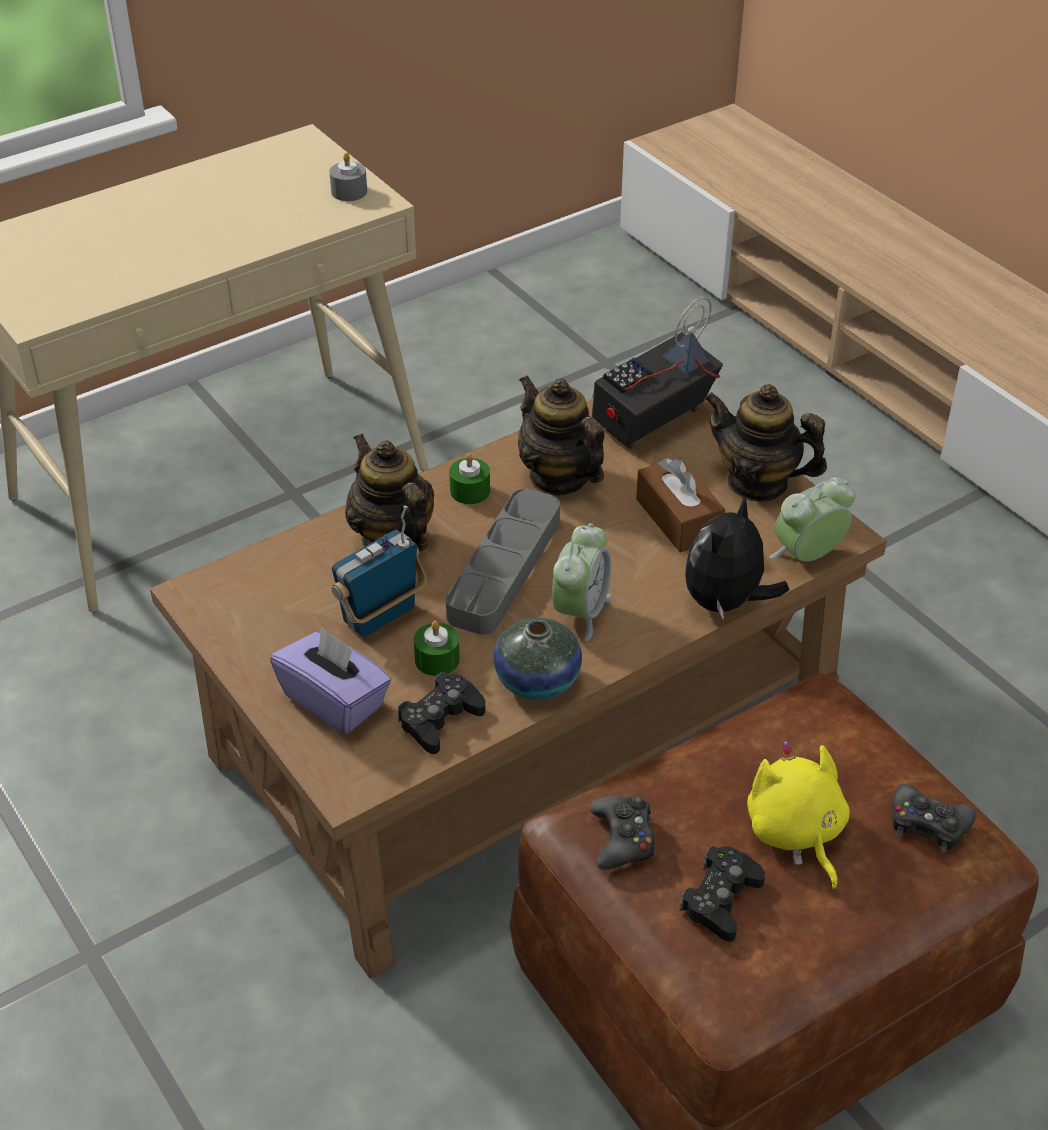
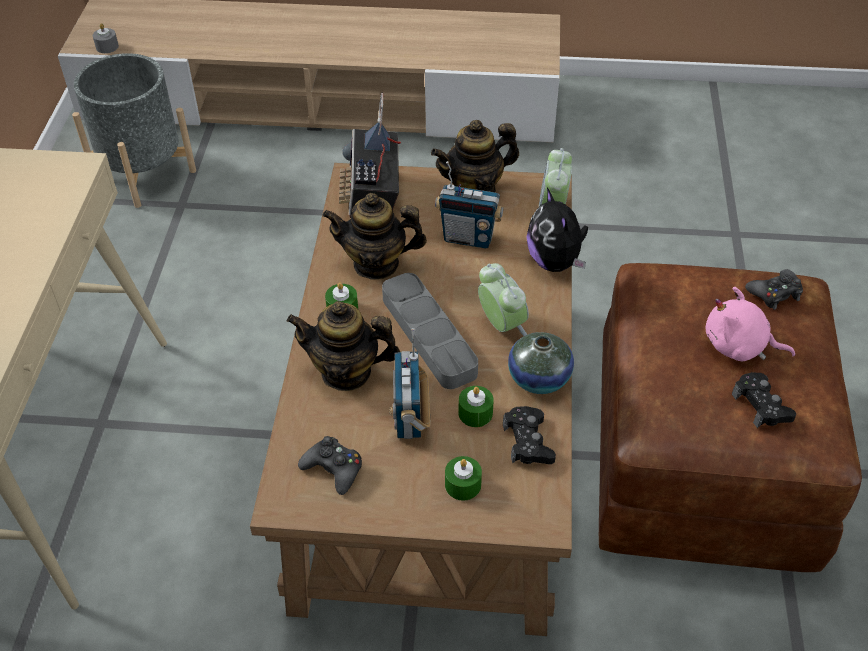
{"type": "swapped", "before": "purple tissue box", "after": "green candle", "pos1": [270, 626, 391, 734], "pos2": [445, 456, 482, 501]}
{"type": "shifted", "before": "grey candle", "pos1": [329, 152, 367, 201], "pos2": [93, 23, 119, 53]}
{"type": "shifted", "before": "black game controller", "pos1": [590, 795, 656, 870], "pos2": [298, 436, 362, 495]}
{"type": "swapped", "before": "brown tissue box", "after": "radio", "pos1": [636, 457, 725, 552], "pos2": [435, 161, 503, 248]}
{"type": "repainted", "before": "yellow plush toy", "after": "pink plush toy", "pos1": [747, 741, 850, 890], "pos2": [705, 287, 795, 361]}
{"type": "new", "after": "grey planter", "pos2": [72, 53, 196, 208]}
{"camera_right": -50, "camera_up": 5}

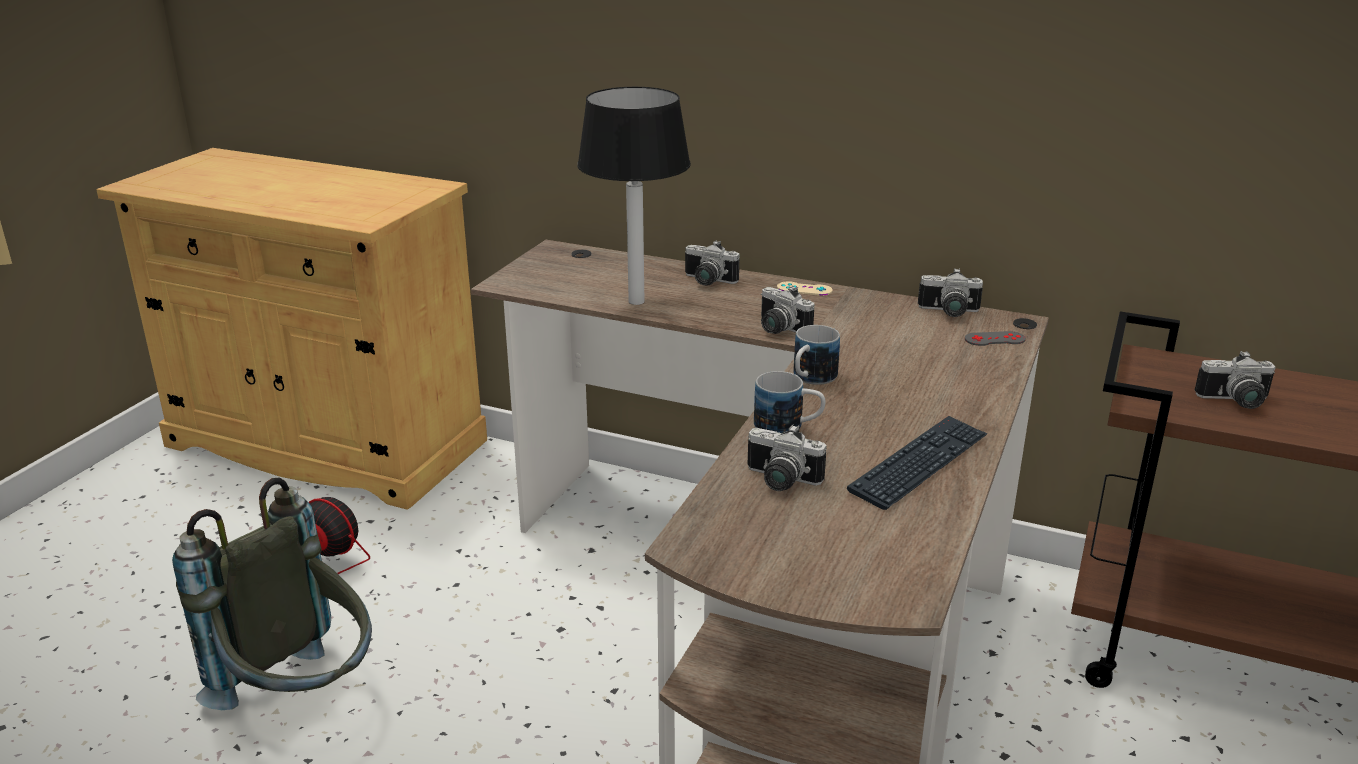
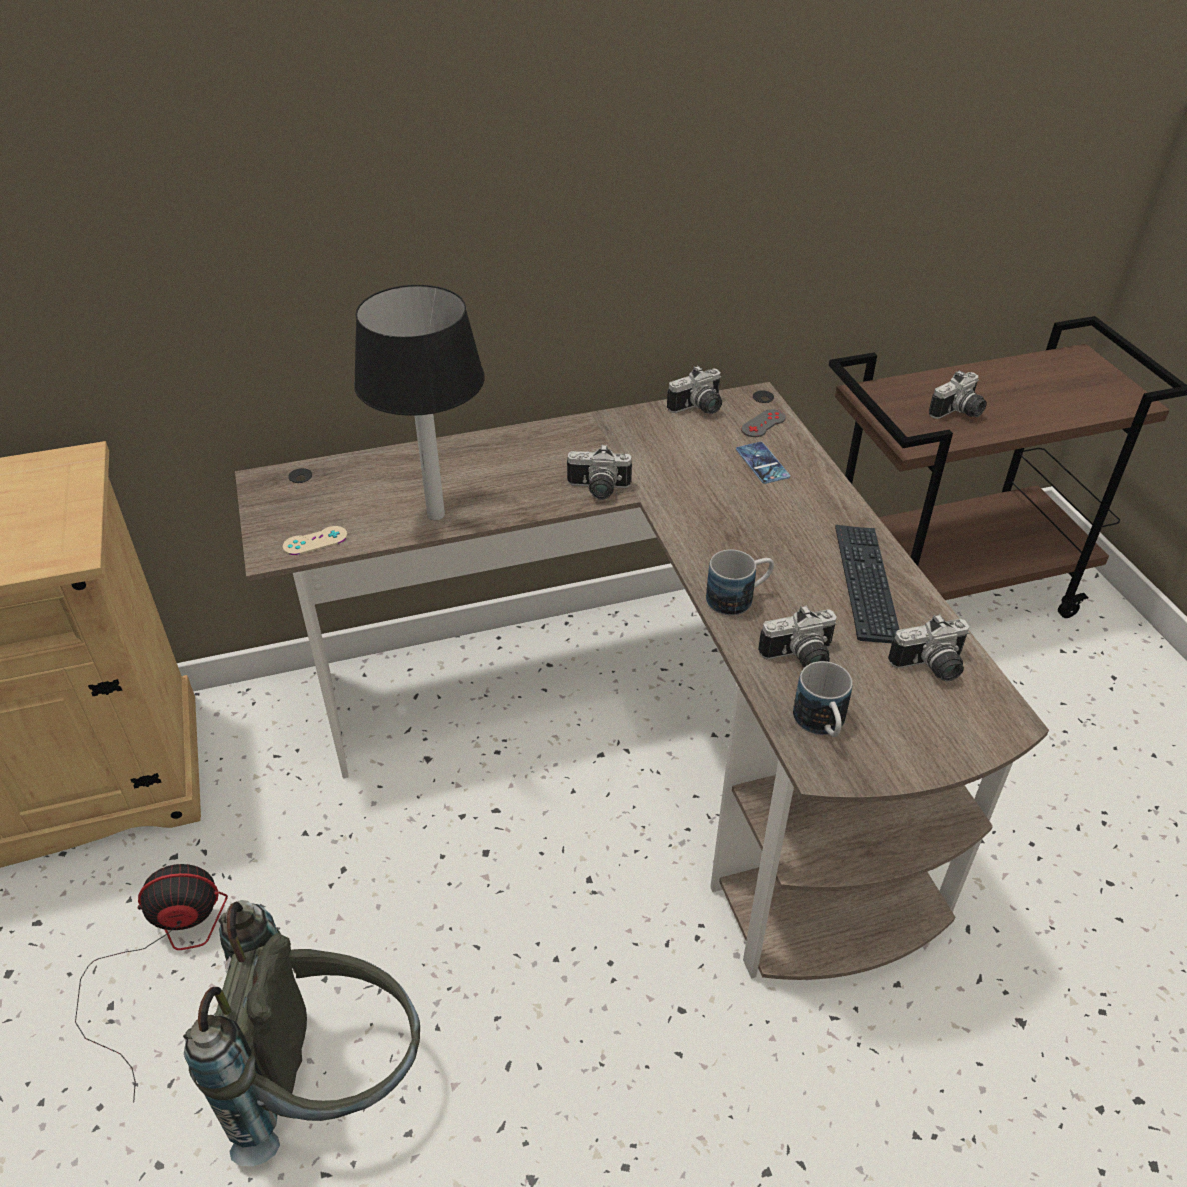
{"type": "shifted", "before": "photo camera", "pos1": [685, 240, 740, 285], "pos2": [888, 614, 970, 681]}
{"type": "shifted", "before": "beige game controller", "pos1": [777, 281, 833, 296], "pos2": [283, 526, 347, 555]}
{"type": "shifted", "before": "mug", "pos1": [794, 325, 840, 385], "pos2": [793, 661, 852, 737]}
{"type": "new", "after": "phone", "pos2": [736, 442, 790, 484]}
{"camera_right": -40, "camera_up": 15}

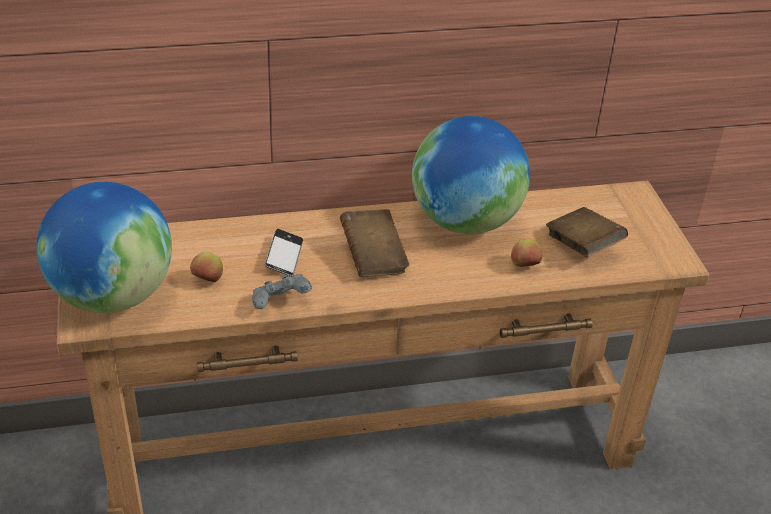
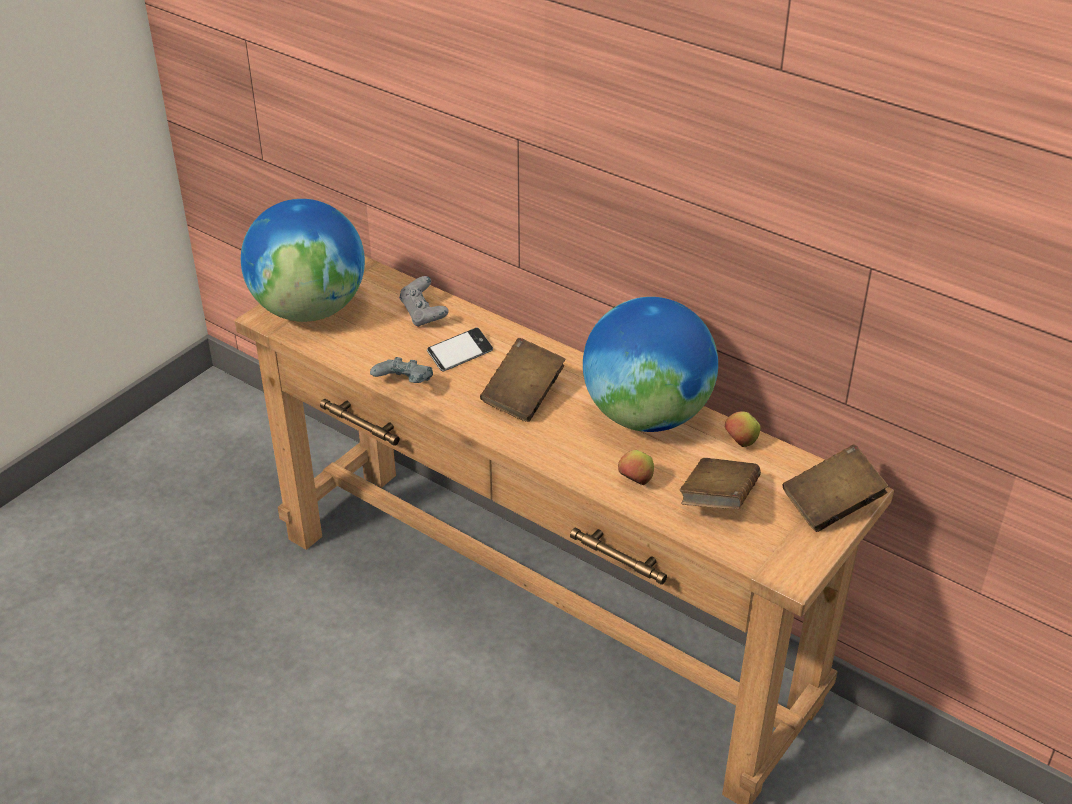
{"type": "shifted", "before": "apple", "pos1": [190, 252, 223, 282], "pos2": [725, 412, 761, 447]}
{"type": "new", "after": "grey game controller", "pos2": [399, 276, 449, 327]}
{"type": "new", "after": "brown book", "pos2": [782, 444, 888, 532]}
{"camera_right": 50, "camera_up": 0}

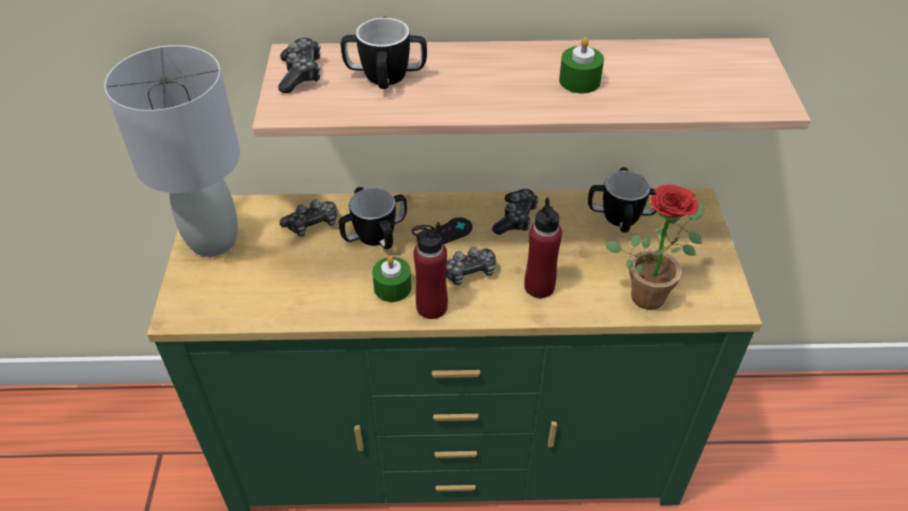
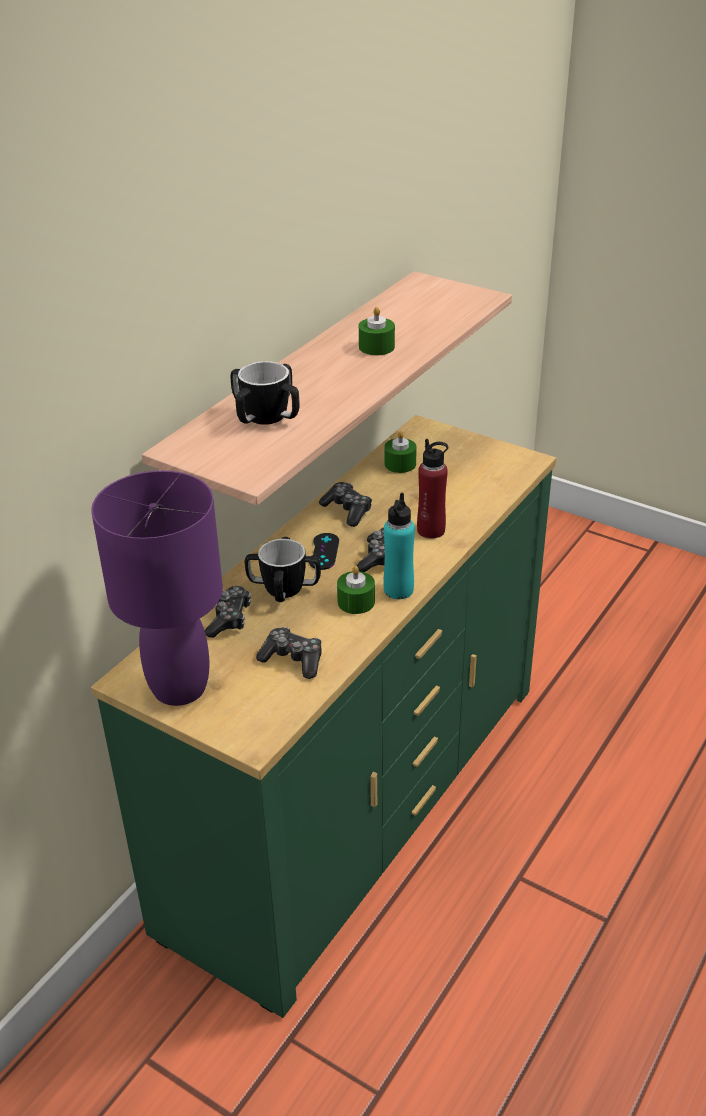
{"type": "repainted", "before": "grey table lamp", "after": "purple table lamp", "pos1": [104, 45, 240, 257], "pos2": [91, 470, 223, 706]}
{"type": "shifted", "before": "game controller", "pos1": [278, 38, 321, 93], "pos2": [256, 627, 322, 679]}
{"type": "repainted", "before": "red bottle", "after": "turquoise bottle", "pos1": [411, 222, 448, 319], "pos2": [383, 493, 415, 599]}
{"type": "swapped", "before": "mug", "after": "green candle", "pos1": [588, 167, 657, 233], "pos2": [384, 431, 417, 473]}
{"type": "gone", "before": "potted plant", "pos1": [605, 185, 704, 310]}
{"camera_right": -55, "camera_up": -10}

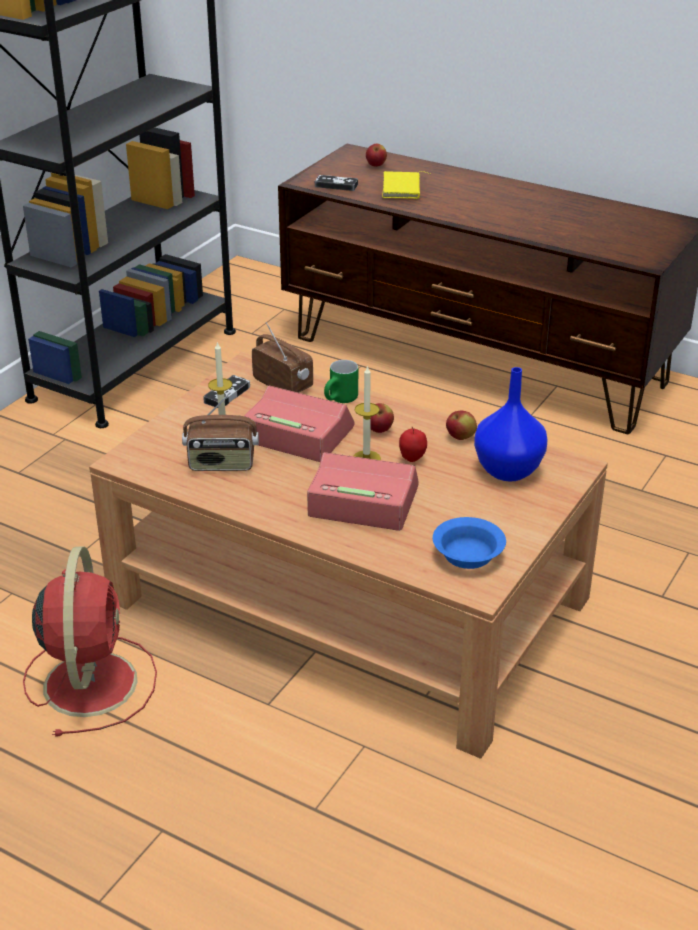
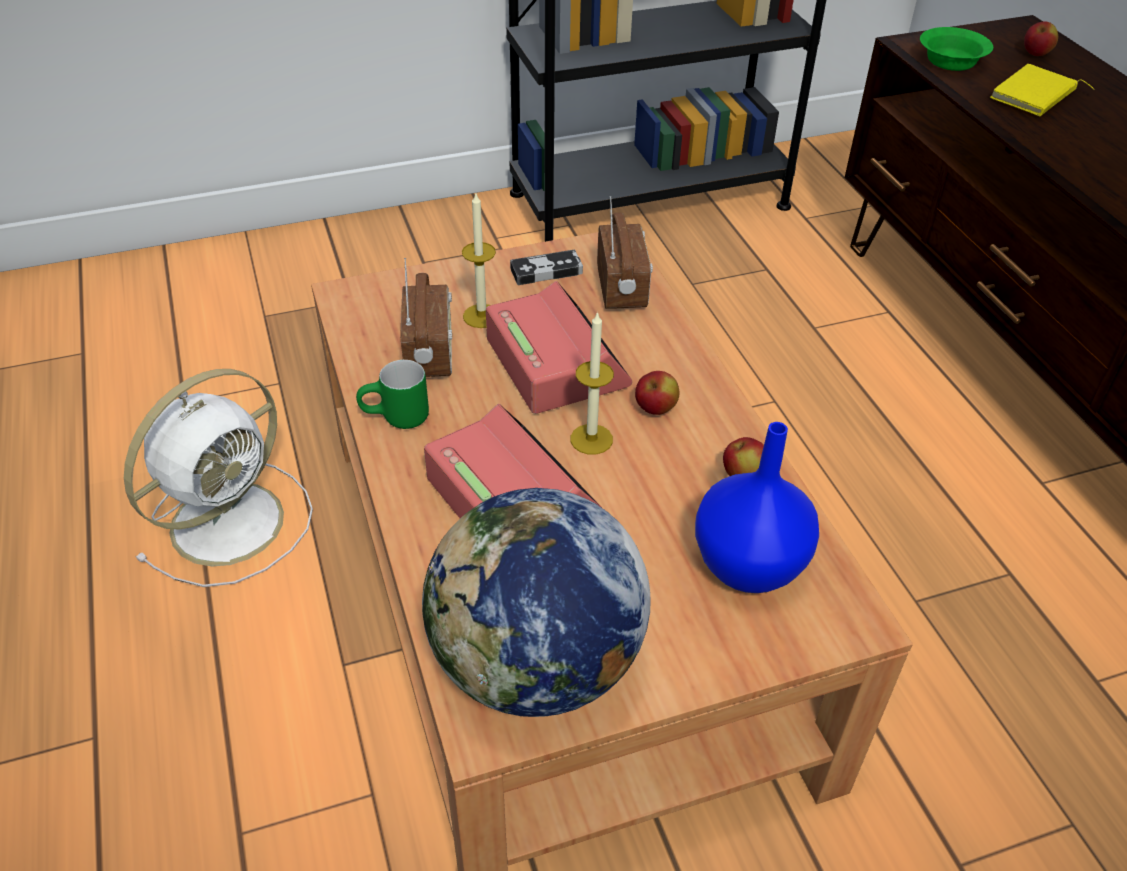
{"type": "repainted", "before": "red fan", "after": "white fan", "pos1": [23, 546, 157, 736], "pos2": [124, 369, 313, 587]}
{"type": "rotated", "before": "radio", "pos1": [182, 392, 259, 471], "pos2": [401, 258, 452, 377], "turn": -135}
{"type": "swapped", "before": "game controller", "after": "green bowl", "pos1": [315, 175, 358, 191], "pos2": [920, 27, 993, 71]}
{"type": "shifted", "before": "green mug", "pos1": [324, 360, 358, 403], "pos2": [356, 360, 429, 429]}
{"type": "gone", "before": "apple", "pos1": [399, 427, 427, 462]}
{"type": "swapped", "before": "blue bowl", "after": "globe", "pos1": [433, 517, 506, 569], "pos2": [422, 488, 650, 717]}
{"camera_right": 40, "camera_up": 10}

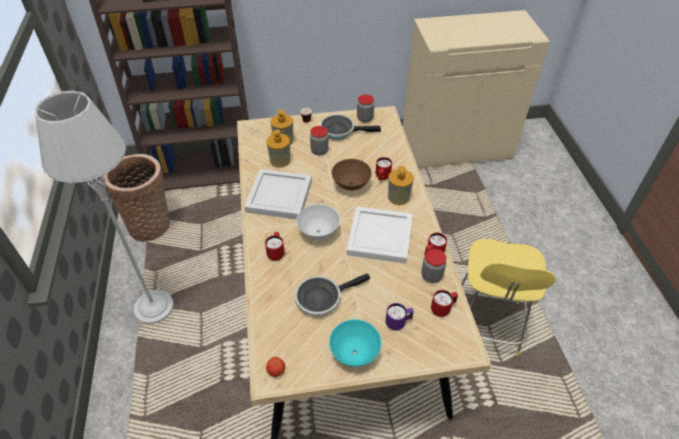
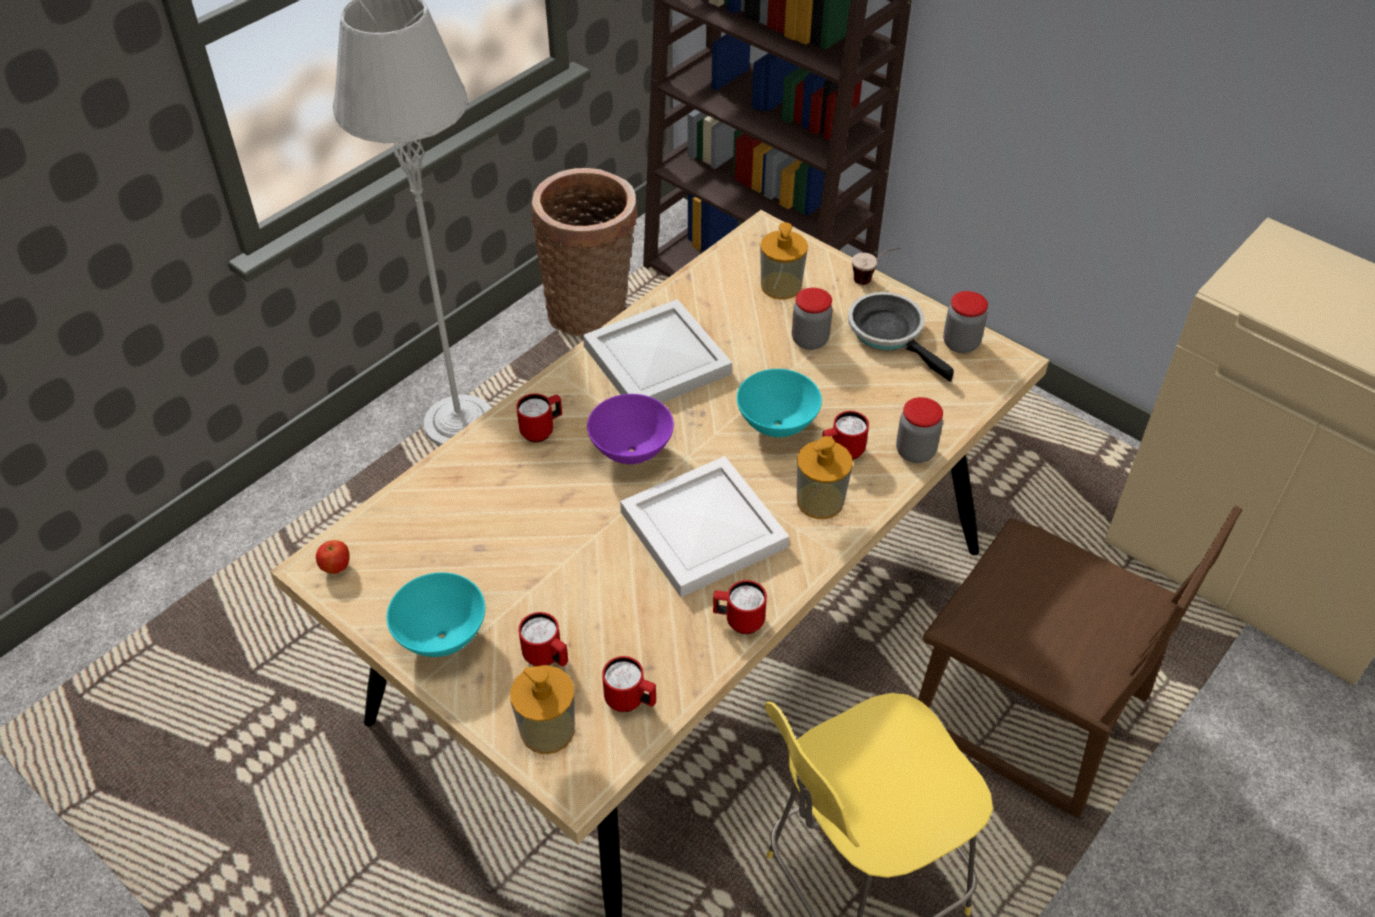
{"type": "shifted", "before": "soap dispenser", "pos1": [266, 130, 290, 168], "pos2": [510, 665, 575, 754]}
{"type": "gone", "before": "frying pan", "pos1": [295, 273, 370, 316]}
{"type": "repainted", "before": "white bowl", "after": "purple bowl", "pos1": [296, 204, 340, 240], "pos2": [587, 394, 674, 464]}
{"type": "repainted", "before": "brown bowl", "after": "turquoise bowl", "pos1": [331, 159, 372, 190], "pos2": [737, 369, 822, 437]}
{"type": "repainted", "before": "purple mug", "after": "red mug", "pos1": [386, 303, 414, 331], "pos2": [518, 612, 568, 666]}
{"type": "shifted", "before": "jar", "pos1": [421, 249, 447, 283], "pos2": [896, 397, 943, 463]}
{"type": "new", "after": "brown chair", "pos2": [918, 506, 1242, 819]}
{"camera_right": 50, "camera_up": 0}

